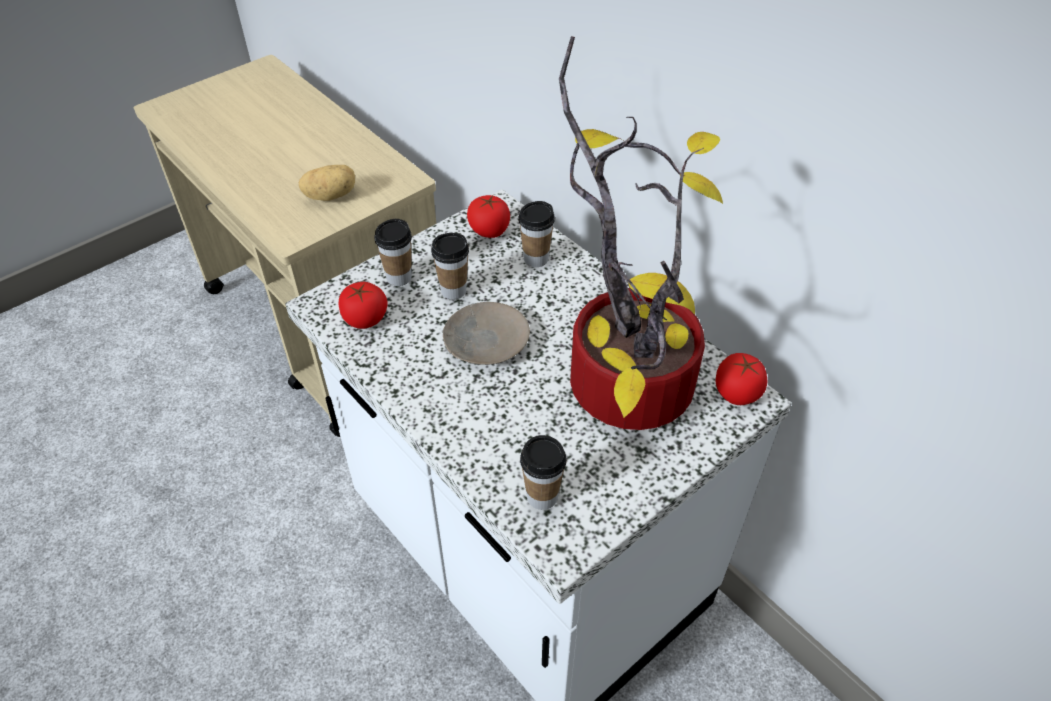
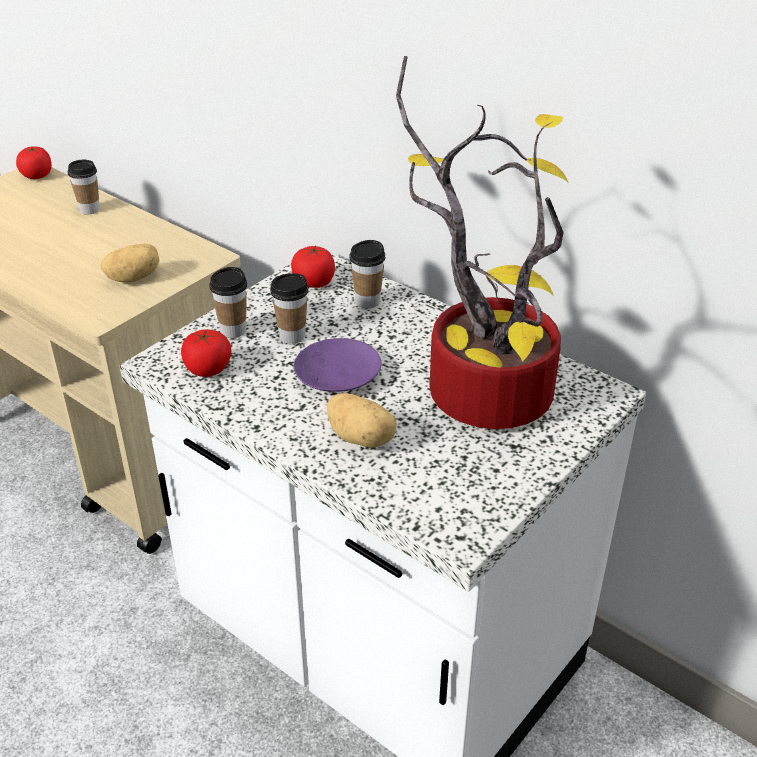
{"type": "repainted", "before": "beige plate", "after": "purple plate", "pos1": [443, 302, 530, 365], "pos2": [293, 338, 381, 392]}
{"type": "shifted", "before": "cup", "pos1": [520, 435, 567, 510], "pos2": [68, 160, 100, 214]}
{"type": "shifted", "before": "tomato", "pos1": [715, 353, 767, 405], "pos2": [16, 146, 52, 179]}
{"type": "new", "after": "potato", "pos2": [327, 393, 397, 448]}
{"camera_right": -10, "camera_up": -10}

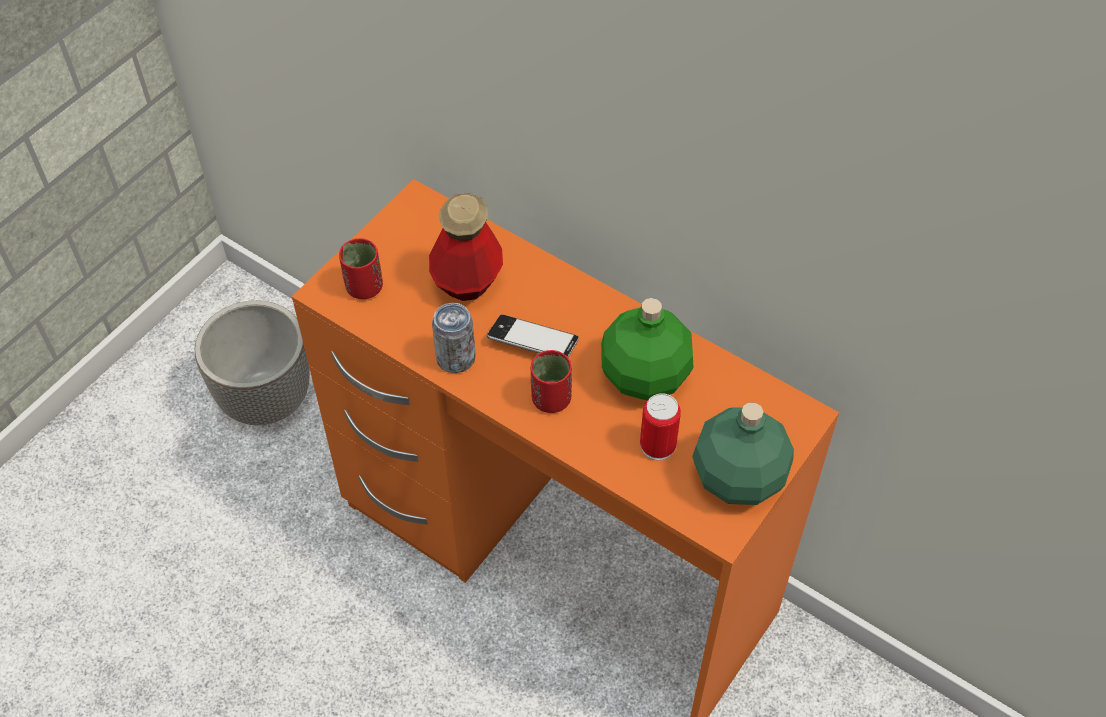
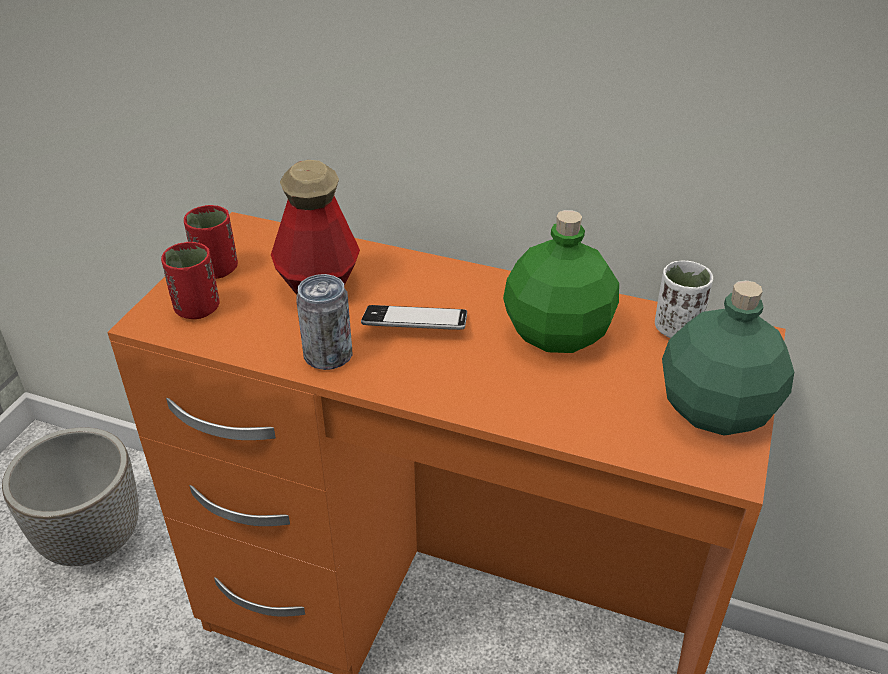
{"type": "shifted", "before": "red cup", "pos1": [531, 350, 572, 413], "pos2": [184, 205, 238, 279]}
{"type": "gone", "before": "can", "pos1": [640, 393, 681, 460]}
{"type": "new", "after": "white cup", "pos2": [655, 260, 713, 338]}
{"camera_right": -15, "camera_up": -15}

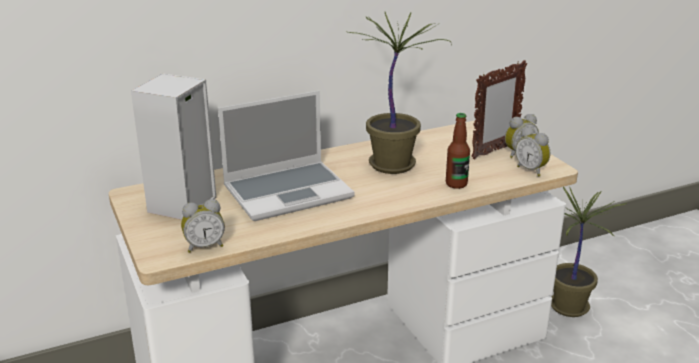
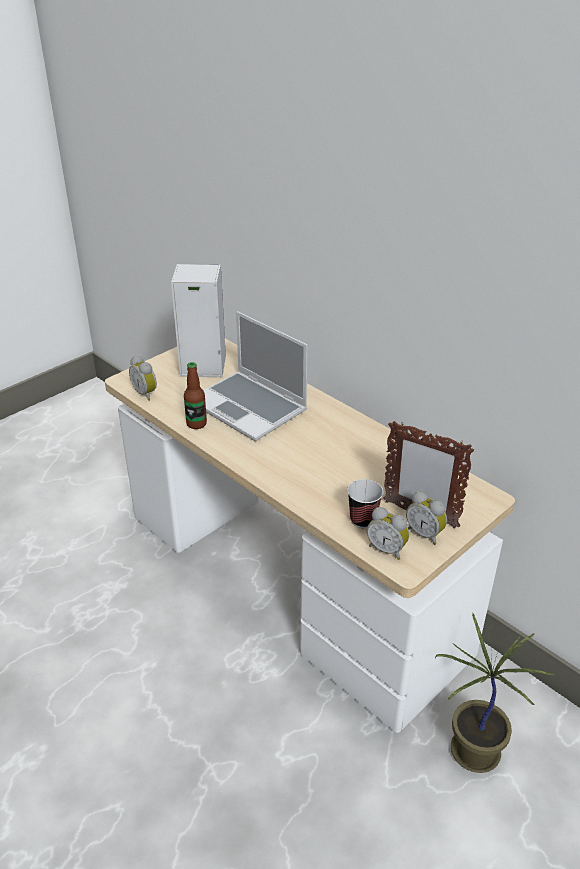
{"type": "gone", "before": "potted plant", "pos1": [348, 12, 452, 174]}
{"type": "shifted", "before": "bottle", "pos1": [446, 113, 470, 189], "pos2": [184, 362, 207, 429]}
{"type": "rotated", "before": "alarm clock", "pos1": [515, 127, 550, 177], "pos2": [367, 507, 409, 560], "turn": -90}
{"type": "new", "after": "cup", "pos2": [347, 479, 383, 528]}
{"camera_right": 70, "camera_up": 10}

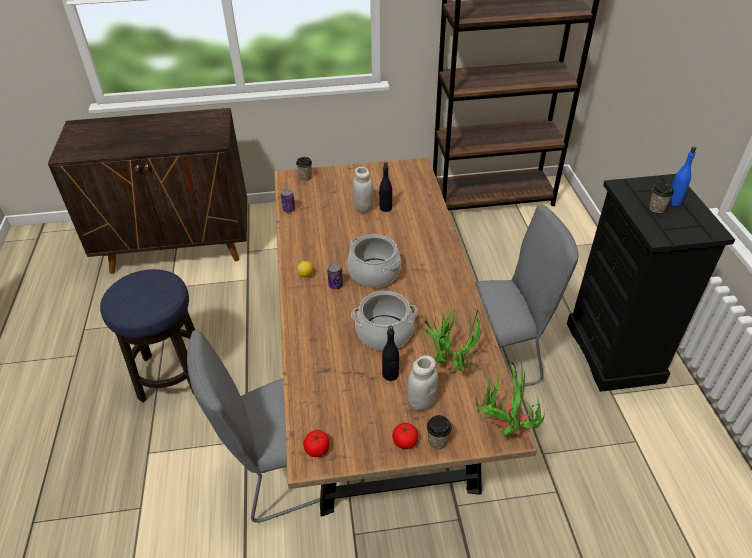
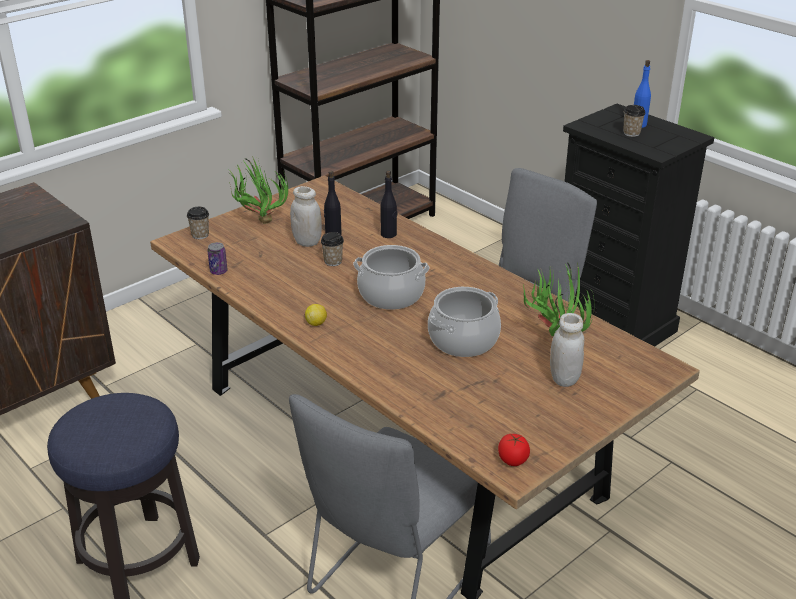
{"type": "gone", "before": "can", "pos1": [327, 263, 343, 289]}
{"type": "shifted", "before": "black bottle", "pos1": [382, 325, 399, 381], "pos2": [380, 171, 397, 238]}
{"type": "gone", "before": "tomato", "pos1": [393, 423, 418, 449]}
{"type": "shifted", "before": "cup", "pos1": [427, 415, 452, 449], "pos2": [321, 232, 344, 266]}
{"type": "shifted", "before": "potted plant", "pos1": [476, 362, 545, 436], "pos2": [228, 156, 288, 224]}
{"camera_right": -35, "camera_up": -10}

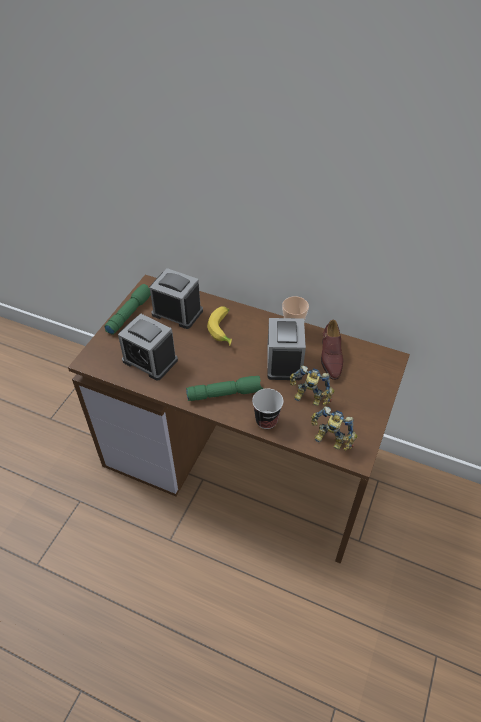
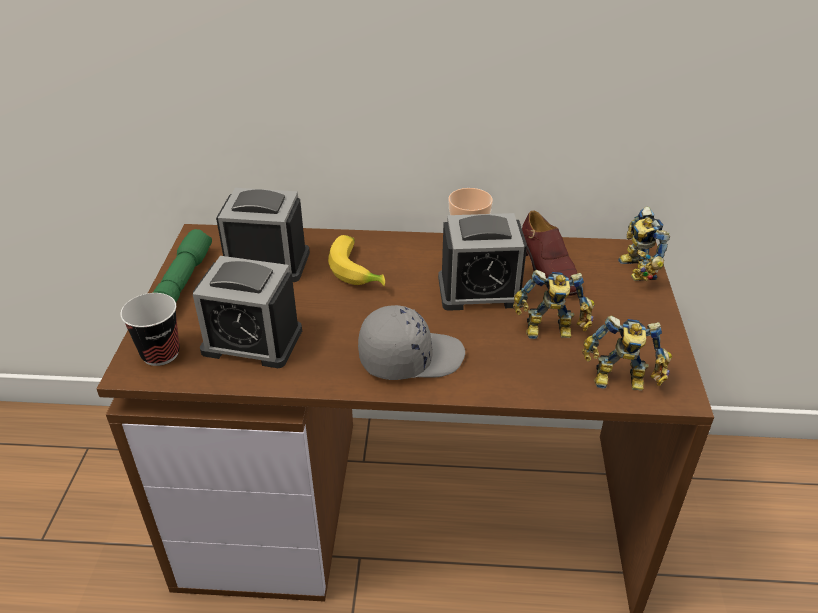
{"type": "swapped", "before": "green flashlight", "after": "grey cap", "pos1": [186, 376, 263, 401], "pos2": [358, 305, 465, 380]}
{"type": "shifted", "before": "cup", "pos1": [252, 388, 283, 429], "pos2": [120, 293, 180, 366]}
{"type": "rotated", "before": "alarm clock", "pos1": [267, 318, 306, 380], "pos2": [438, 213, 527, 311], "turn": -75}
{"type": "new", "after": "toy robot", "pos2": [618, 206, 670, 281]}
{"camera_right": -20, "camera_up": -10}

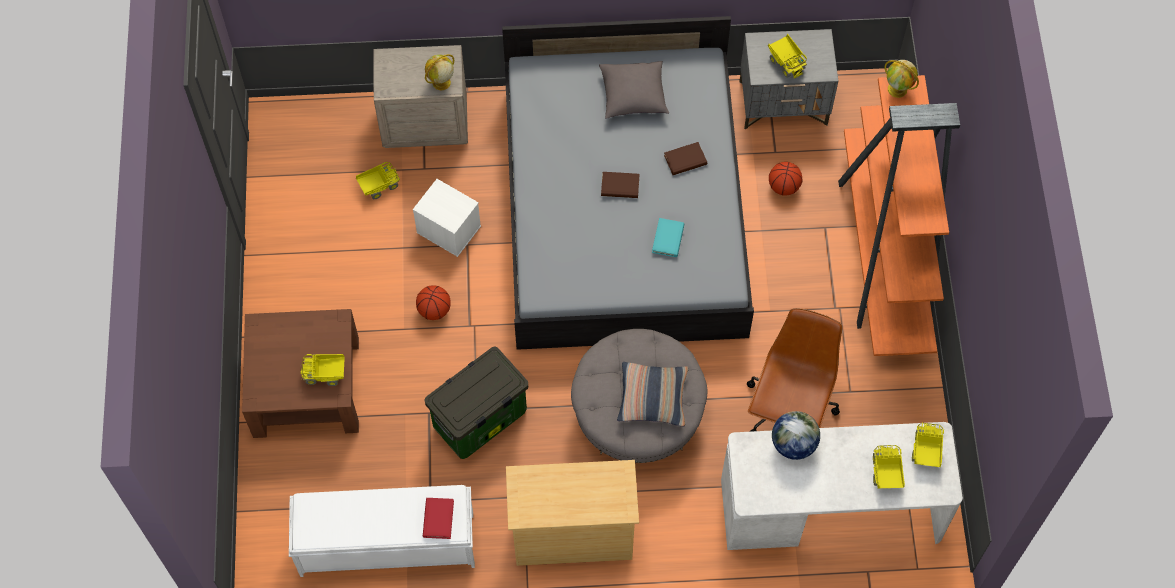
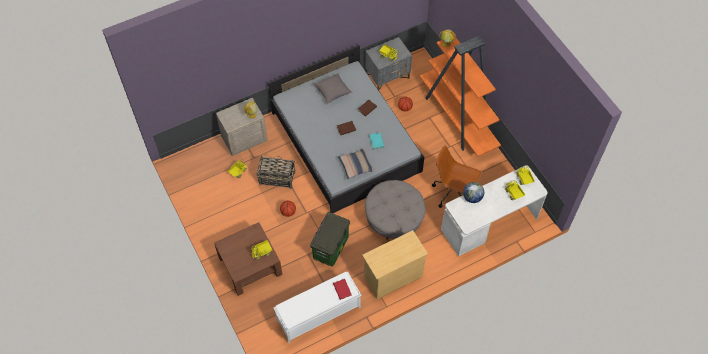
{"type": "swapped", "before": "white storage box", "after": "basket", "pos1": [413, 179, 481, 257], "pos2": [257, 155, 295, 189]}
{"type": "shifted", "before": "pillow", "pos1": [617, 362, 688, 427], "pos2": [338, 148, 375, 179]}
{"type": "rotated", "before": "brown office chair", "pos1": [747, 308, 843, 432], "pos2": [432, 145, 482, 208], "turn": -60}
{"camera_right": -25, "camera_up": -5}

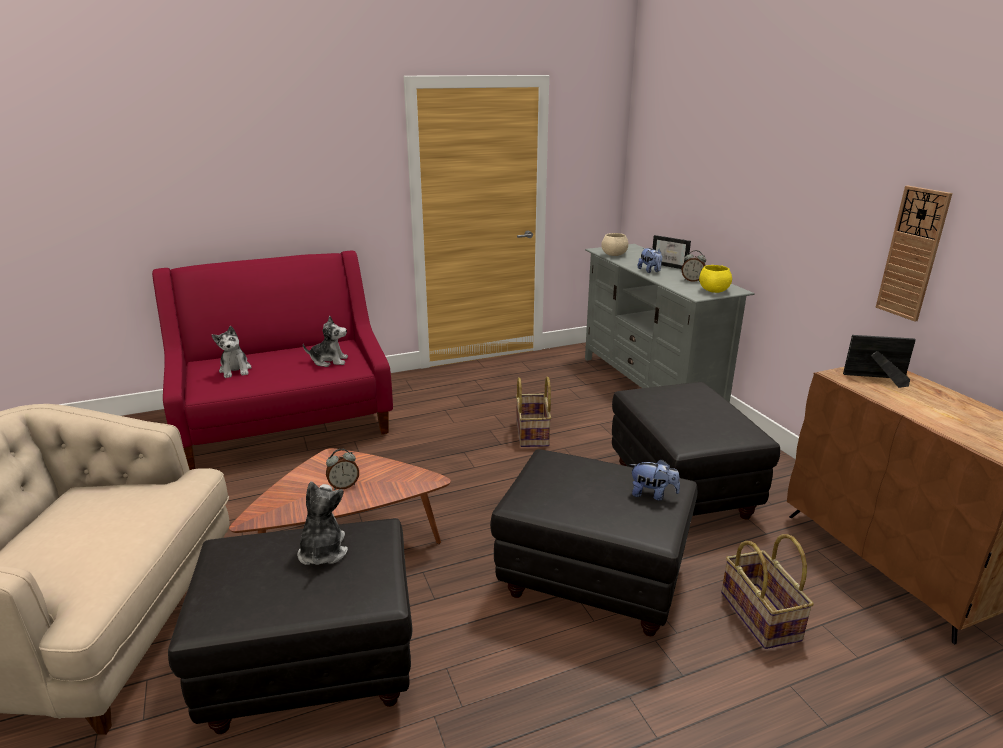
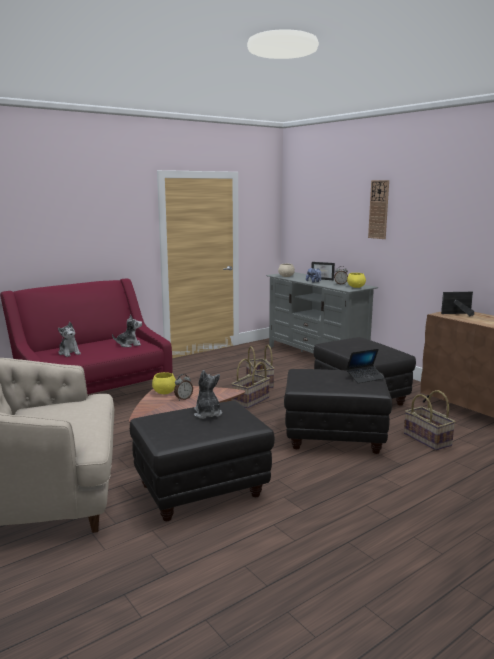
{"type": "swapped", "before": "plush toy", "after": "laptop", "pos1": [630, 459, 680, 500], "pos2": [346, 349, 385, 383]}
{"type": "shifted", "before": "wall clock", "pos1": [876, 186, 952, 322], "pos2": [368, 180, 389, 239]}
{"type": "new", "after": "yellow bowl", "pos2": [152, 372, 176, 394]}
{"type": "new", "after": "basket", "pos2": [232, 358, 270, 408]}
{"camera_right": -15, "camera_up": -10}

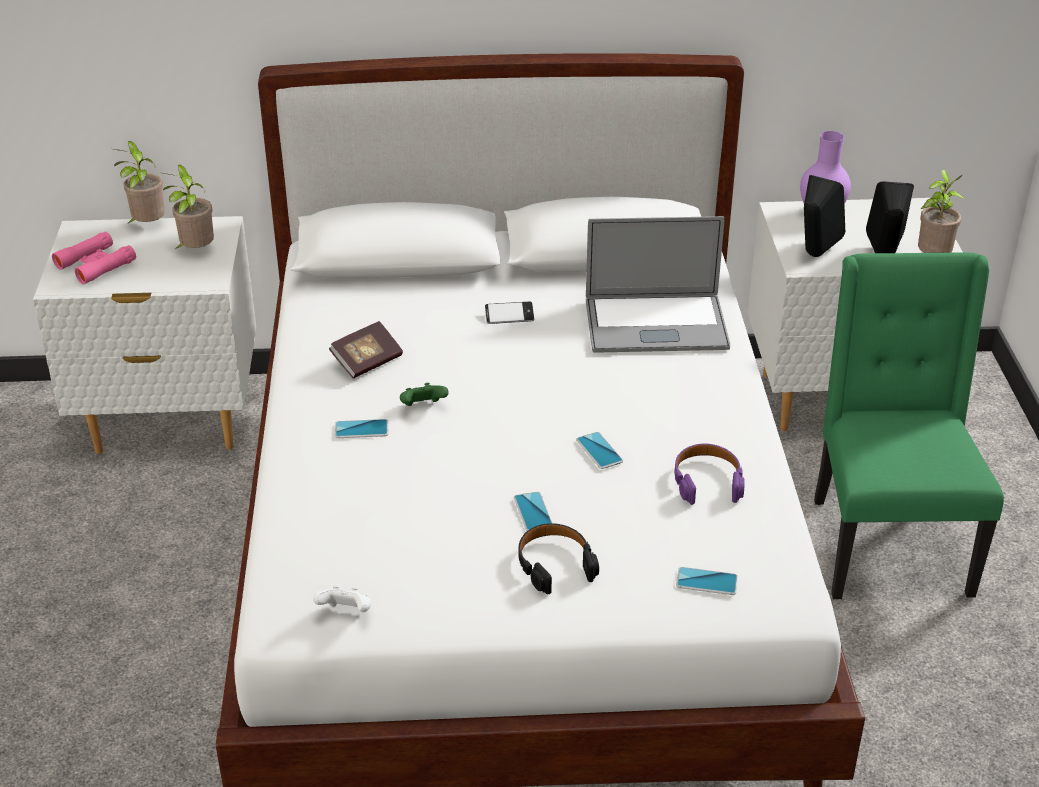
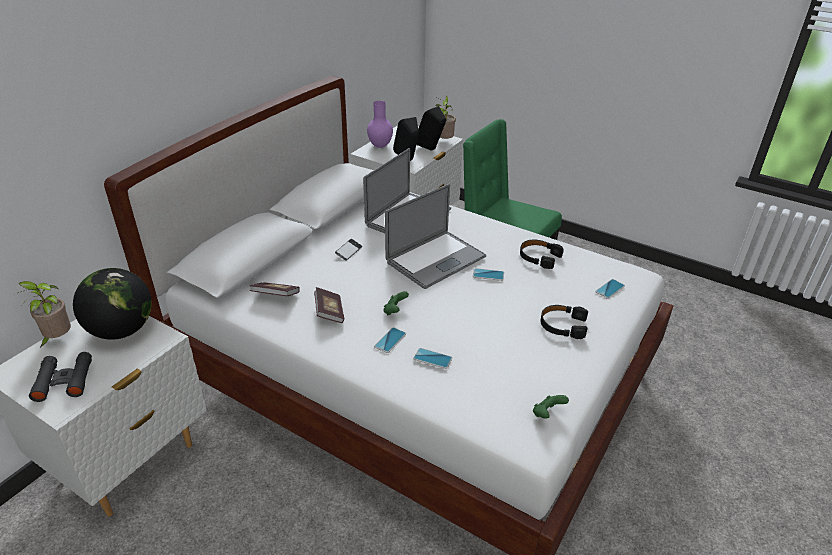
{"type": "repainted", "before": "pink binoculars", "after": "black binoculars", "pos1": [52, 232, 136, 284], "pos2": [29, 352, 92, 402]}
{"type": "swapped", "before": "potted plant", "after": "globe", "pos1": [163, 165, 214, 249], "pos2": [73, 268, 152, 340]}
{"type": "repainted", "before": "white game controller", "after": "green game controller", "pos1": [313, 586, 371, 612], "pos2": [533, 395, 569, 419]}
{"type": "shifted", "before": "phone", "pos1": [514, 492, 553, 531], "pos2": [413, 348, 452, 369]}
{"type": "repainted", "before": "purple headphones", "after": "black headphones", "pos1": [674, 444, 745, 505], "pos2": [520, 240, 563, 269]}
{"type": "new", "after": "book", "pos2": [249, 282, 300, 296]}
{"type": "new", "after": "laptop", "pos2": [385, 184, 486, 289]}
{"camera_right": -55, "camera_up": 0}

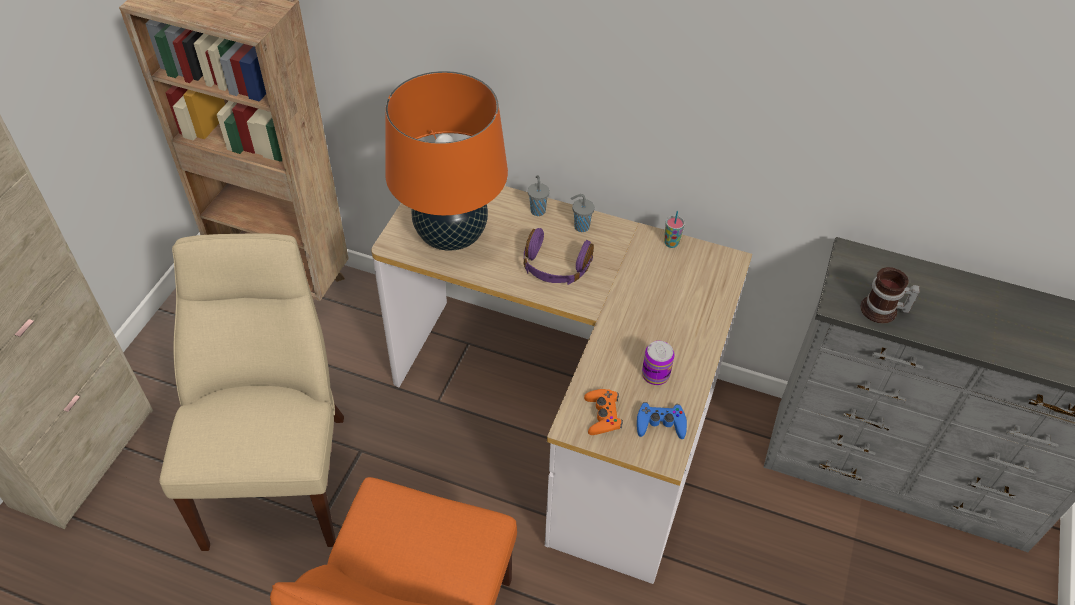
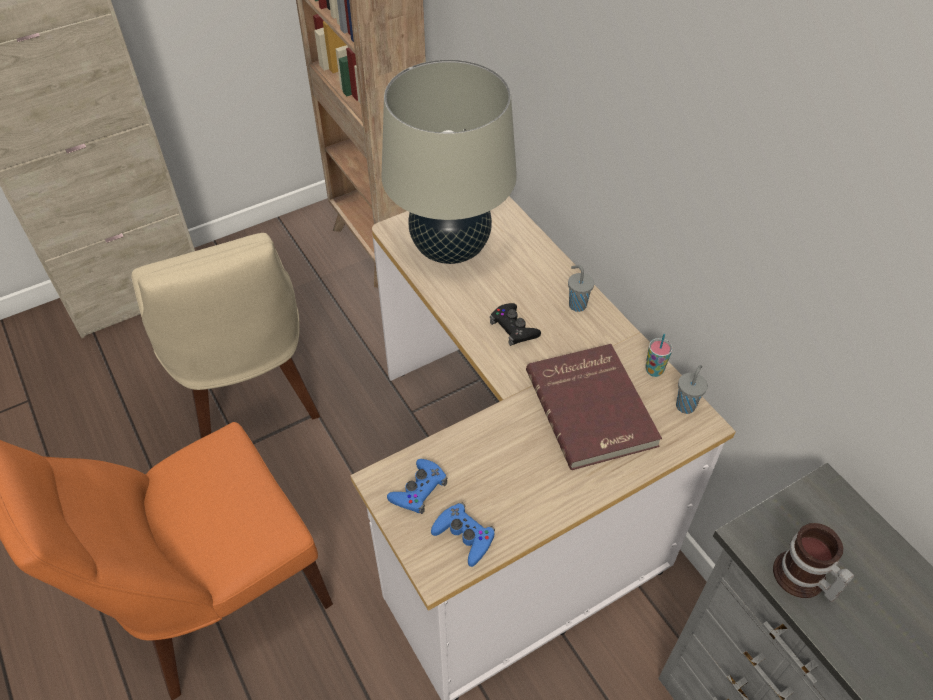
{"type": "rotated", "before": "beige chair", "pos1": [160, 233, 344, 551], "pos2": [131, 233, 320, 438], "turn": 120}
{"type": "repainted", "before": "orange table lamp", "after": "beige table lamp", "pos1": [385, 71, 508, 251], "pos2": [382, 60, 517, 264]}
{"type": "swapped", "before": "purple headphones", "after": "black game controller", "pos1": [524, 228, 594, 285], "pos2": [490, 303, 541, 346]}
{"type": "shifted", "before": "grey cup", "pos1": [528, 175, 550, 216], "pos2": [676, 365, 708, 414]}
{"type": "repainted", "before": "orange game controller", "after": "blue game controller", "pos1": [584, 389, 623, 435], "pos2": [387, 459, 447, 514]}
{"type": "gone", "before": "can", "pos1": [642, 341, 675, 385]}
{"type": "new", "after": "red book", "pos2": [526, 344, 662, 470]}
{"camera_right": 40, "camera_up": 0}

